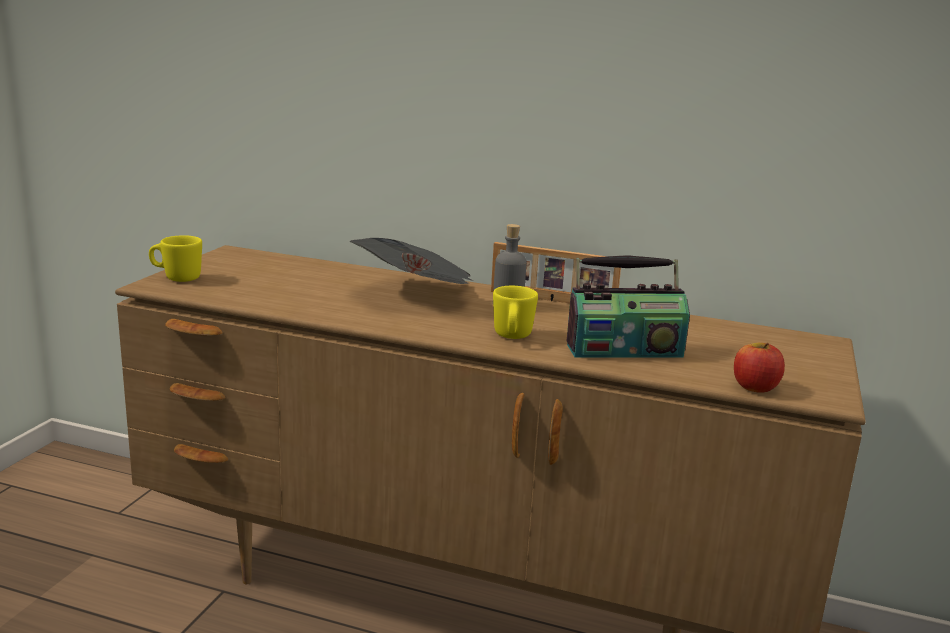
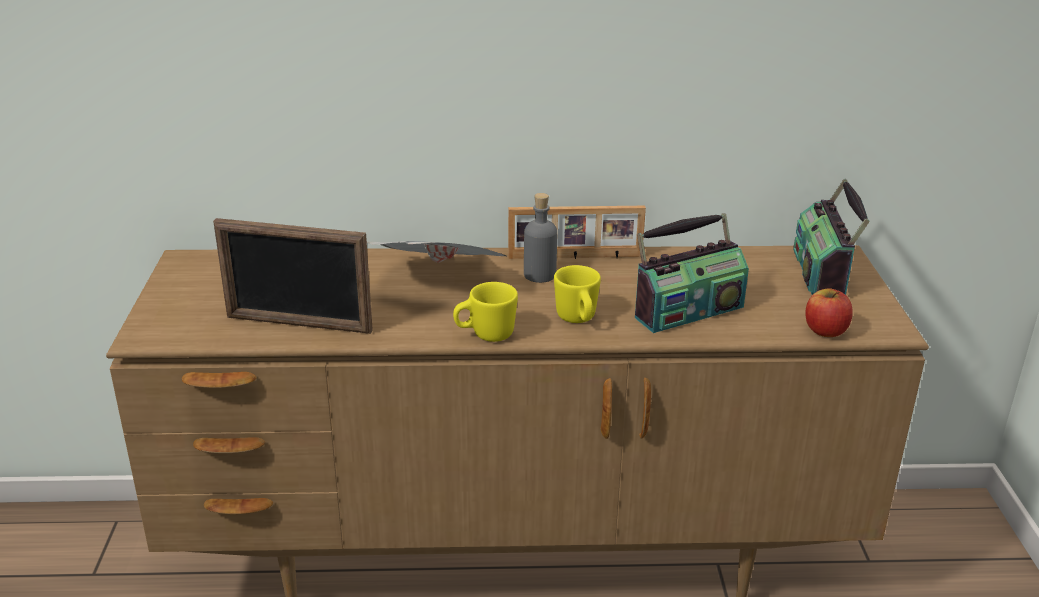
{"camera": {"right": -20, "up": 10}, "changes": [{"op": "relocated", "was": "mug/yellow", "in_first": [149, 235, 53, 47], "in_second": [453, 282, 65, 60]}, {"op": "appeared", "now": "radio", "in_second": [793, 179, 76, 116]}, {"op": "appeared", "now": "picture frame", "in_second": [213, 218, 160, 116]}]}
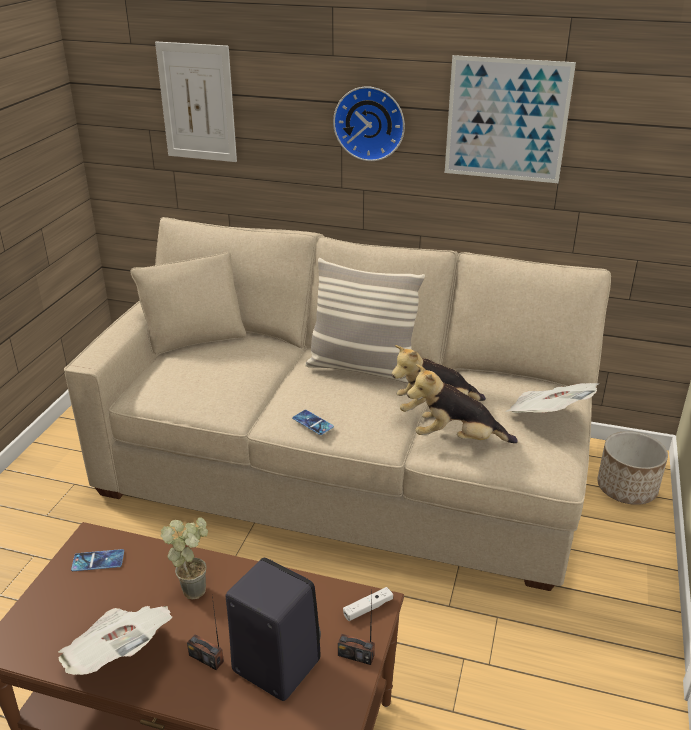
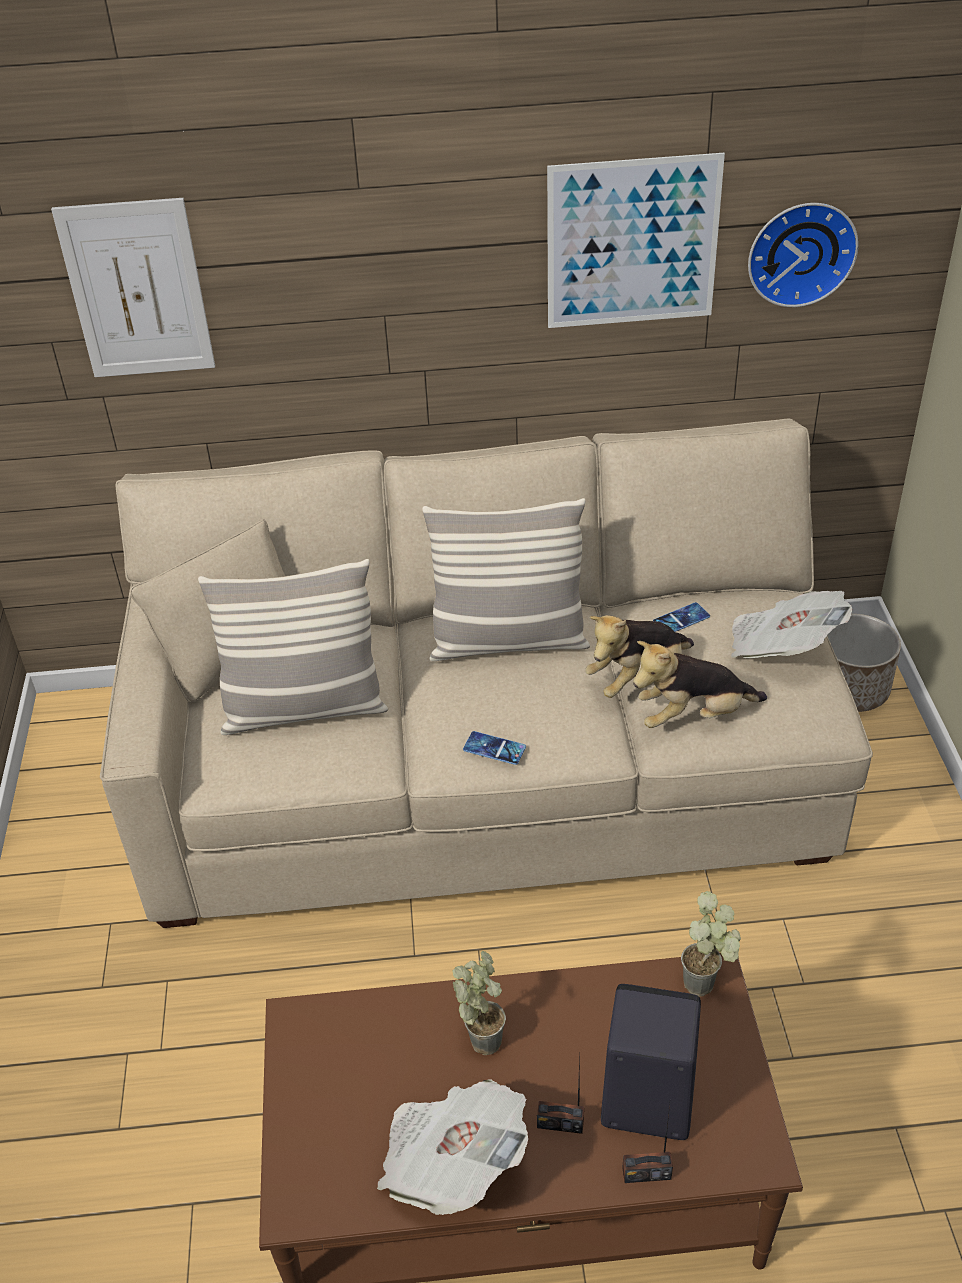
{"camera": {"right": -20, "up": 10}, "changes": [{"op": "relocated", "was": "wall clock", "in_first": [333, 86, 72, 75], "in_second": [748, 203, 111, 104]}, {"op": "relocated", "was": "phone", "in_first": [71, 549, 53, 22], "in_second": [653, 602, 57, 30]}, {"op": "exchanged", "was": "game controller/white", "now": "potted plant", "in_first": [343, 587, 50, 34], "in_second": [681, 891, 60, 106]}, {"op": "relocated", "was": "radio", "in_first": [338, 595, 37, 70], "in_second": [623, 1103, 50, 80]}, {"op": "appeared", "now": "pillow", "in_second": [198, 559, 190, 176]}]}
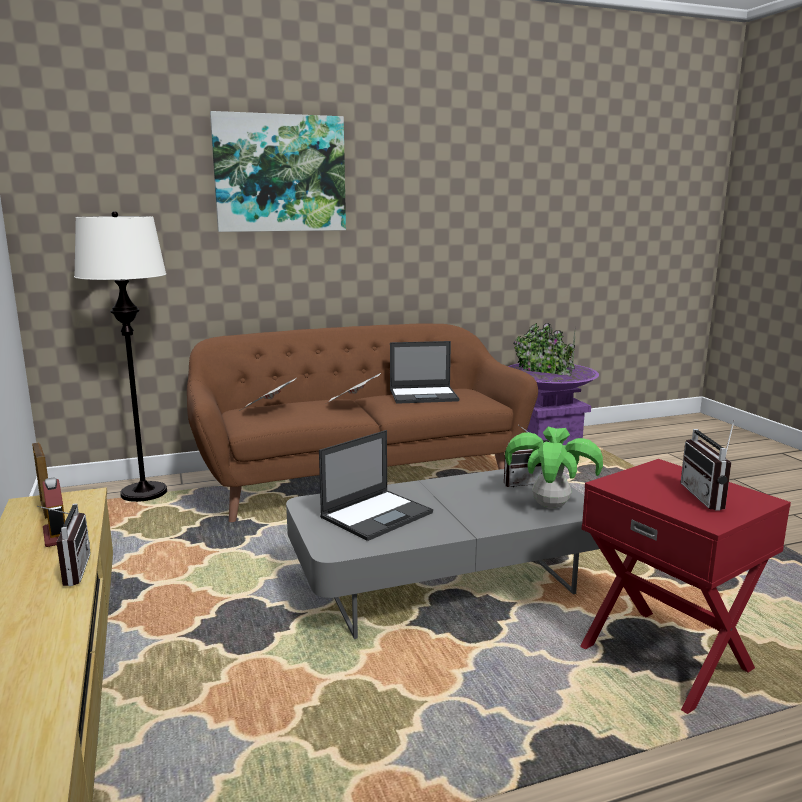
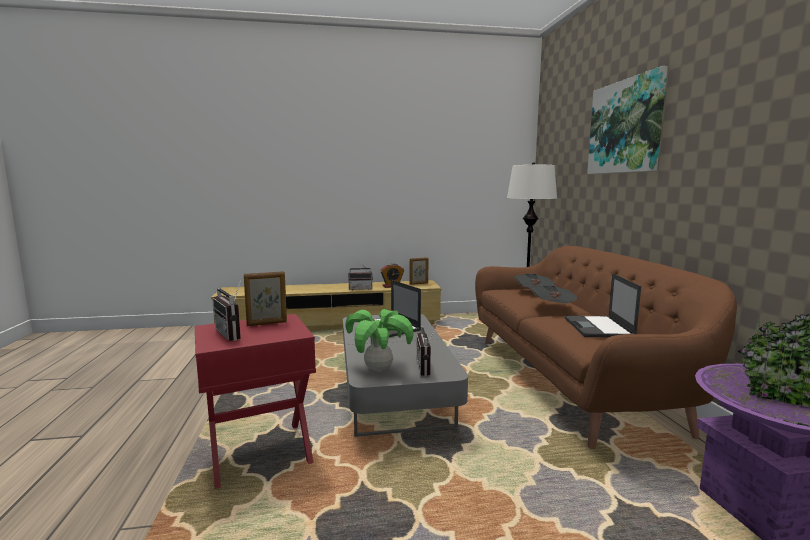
{"camera": {"right": 100, "up": -5}, "changes": [{"op": "spun", "was": "radio", "in_first": [681, 420, 54, 91], "in_second": [213, 277, 29, 64], "clockwise": -135}, {"op": "appeared", "now": "picture frame", "in_second": [244, 271, 43, 55]}]}
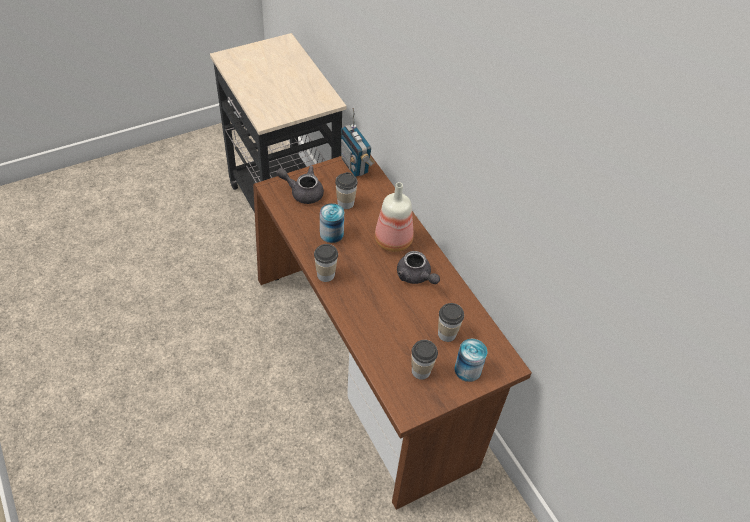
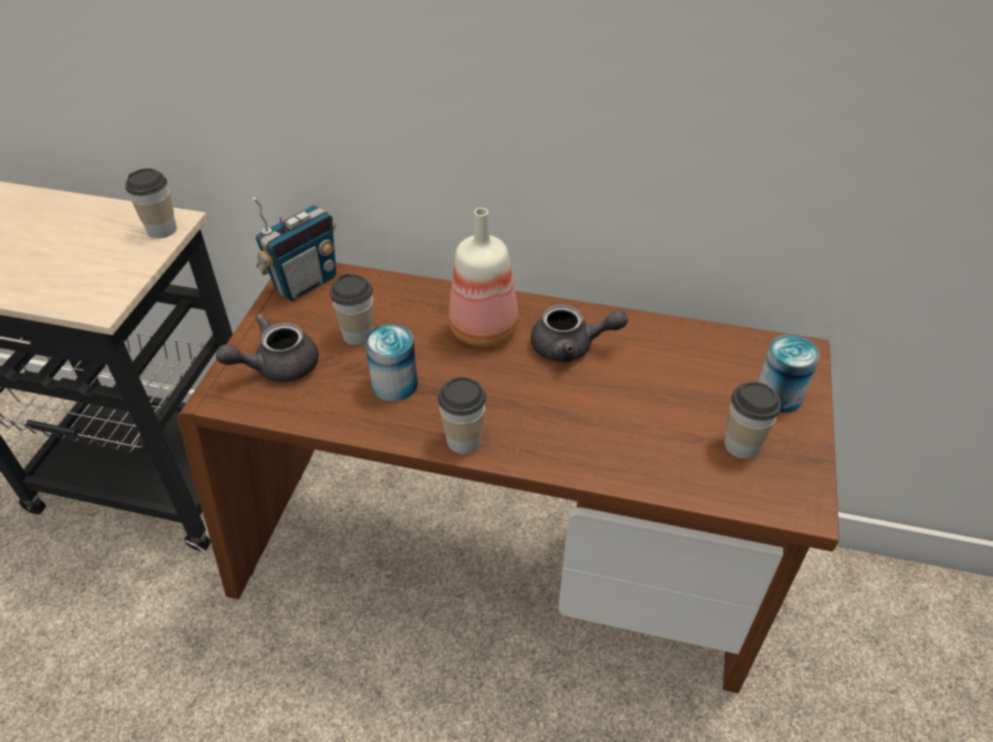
{"camera": {"right": -45, "up": -5}, "changes": [{"op": "spun", "was": "radio", "in_first": [341, 108, 34, 69], "in_second": [253, 197, 83, 104], "clockwise": -60}, {"op": "relocated", "was": "cup", "in_first": [438, 303, 26, 39], "in_second": [125, 168, 52, 71]}]}
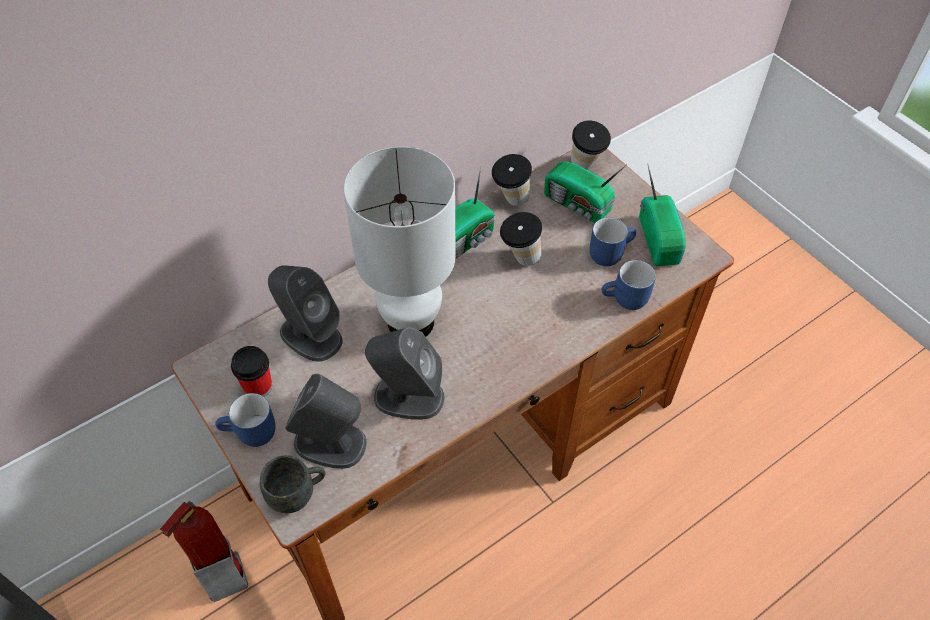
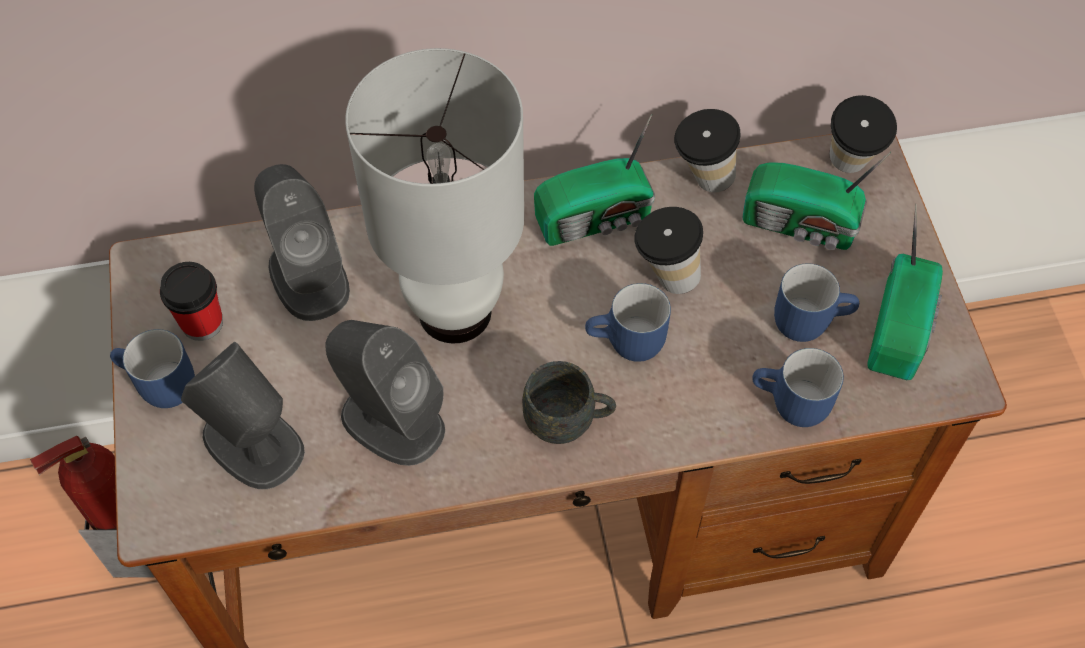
{"camera": {"right": 25, "up": 5}, "changes": [{"op": "spun", "was": "radio", "in_first": [544, 161, 83, 62], "in_second": [742, 152, 149, 98], "clockwise": -45}, {"op": "relocated", "was": "mug/grey", "in_first": [260, 455, 65, 58], "in_second": [522, 361, 94, 83]}, {"op": "appeared", "now": "mug/blue", "in_second": [585, 283, 86, 79]}]}
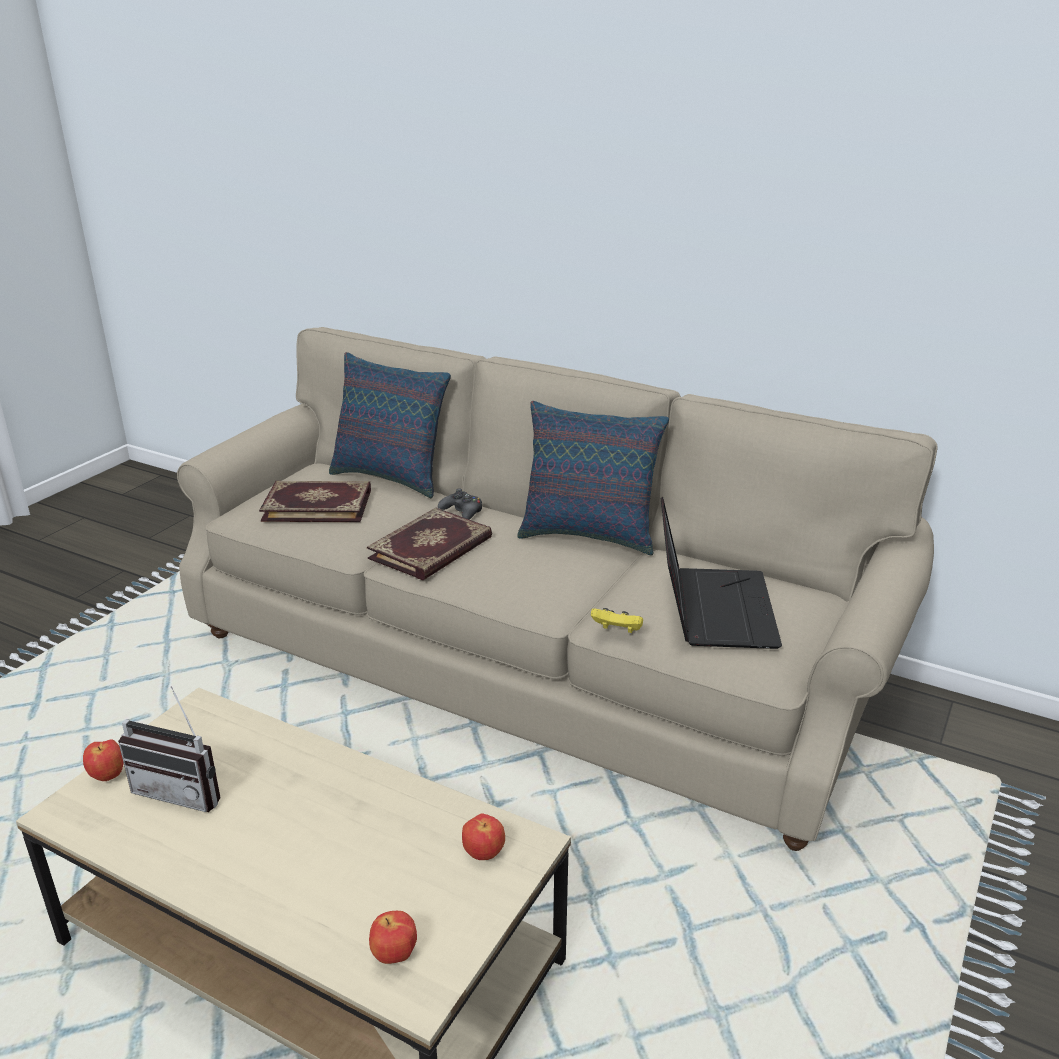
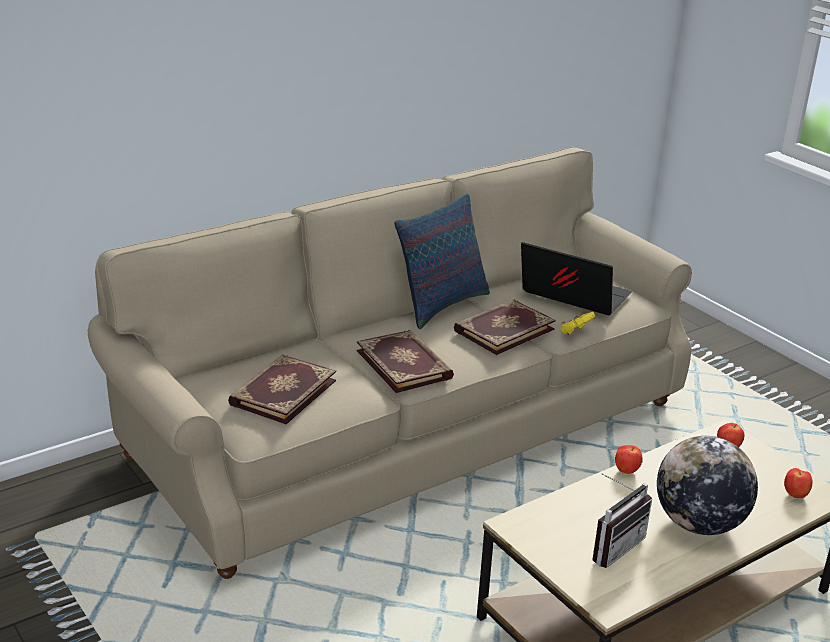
{"camera": {"right": -65, "up": 0}, "changes": [{"op": "missing", "was": "pillow/blue", "in_first": [329, 352, 122, 146]}, {"op": "missing", "was": "game controller/black", "in_first": [438, 488, 44, 31]}, {"op": "relocated", "was": "apple", "in_first": [83, 739, 41, 42], "in_second": [615, 445, 28, 29]}, {"op": "appeared", "now": "book", "in_second": [454, 300, 102, 55]}, {"op": "appeared", "now": "globe", "in_second": [657, 436, 101, 99]}]}
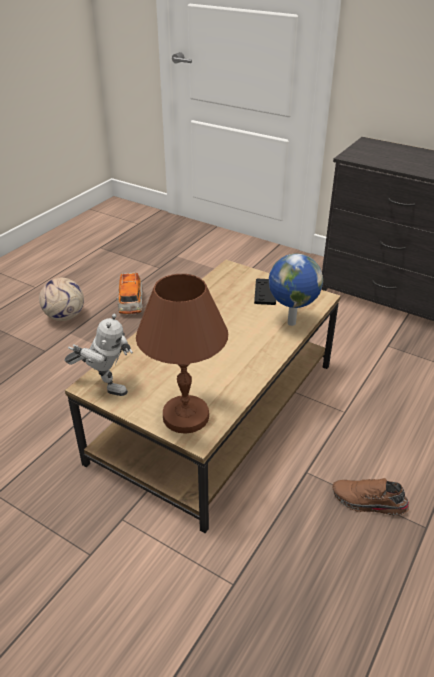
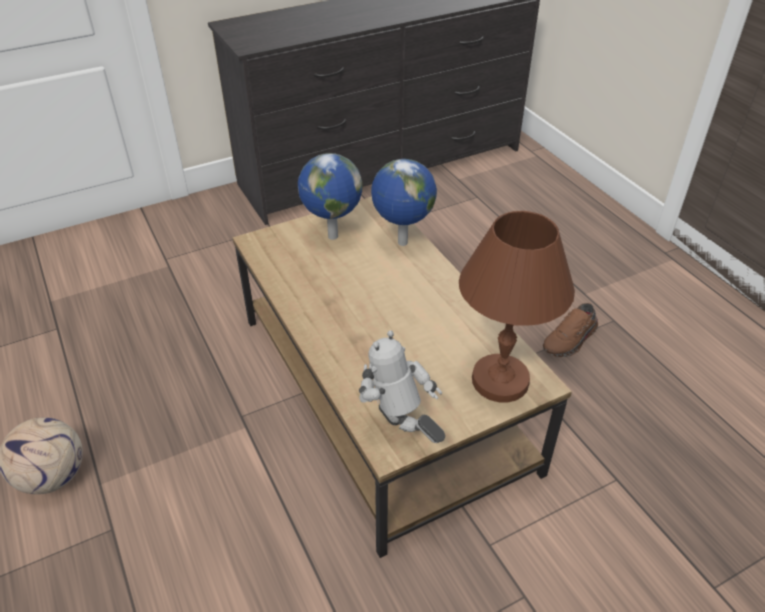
{"camera": {"right": -60, "up": 5}, "changes": [{"op": "missing", "was": "toy car", "in_first": [116, 272, 27, 42]}, {"op": "exchanged", "was": "game controller/black", "now": "globe", "in_first": [254, 279, 22, 26], "in_second": [298, 153, 65, 87]}, {"op": "spun", "was": "toy robot", "in_first": [65, 314, 68, 82], "in_second": [359, 330, 86, 113], "clockwise": -90}]}
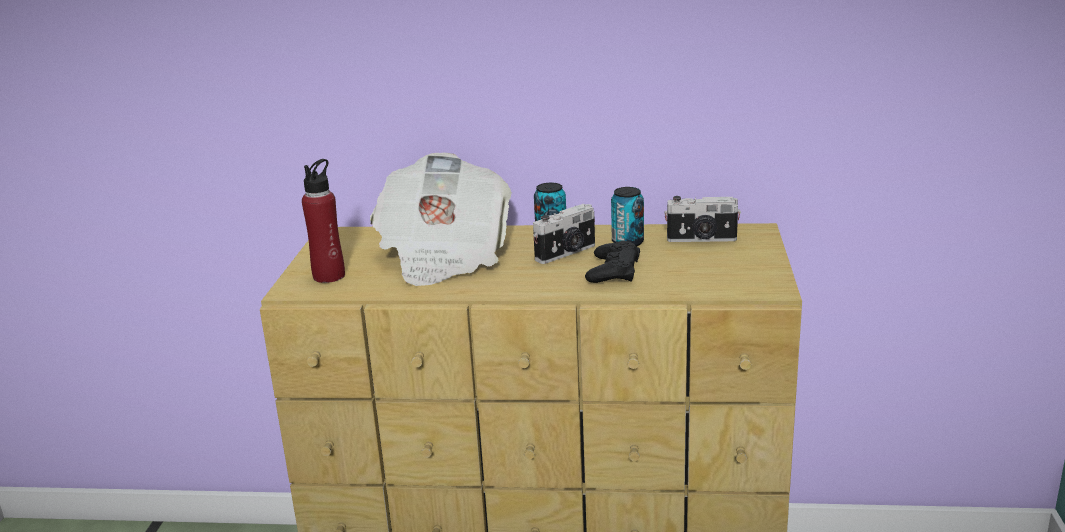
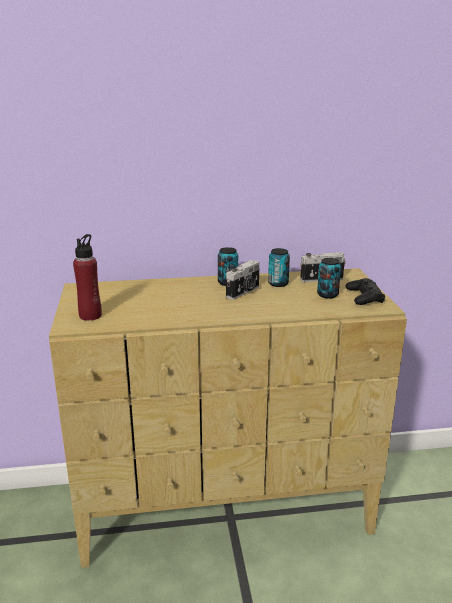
{"camera": {"right": -15, "up": 0}, "changes": [{"op": "missing", "was": "newspaper", "in_first": [370, 152, 142, 134]}, {"op": "relocated", "was": "game controller/black", "in_first": [585, 241, 55, 42], "in_second": [346, 278, 39, 27]}, {"op": "appeared", "now": "can", "in_second": [317, 258, 24, 41]}]}
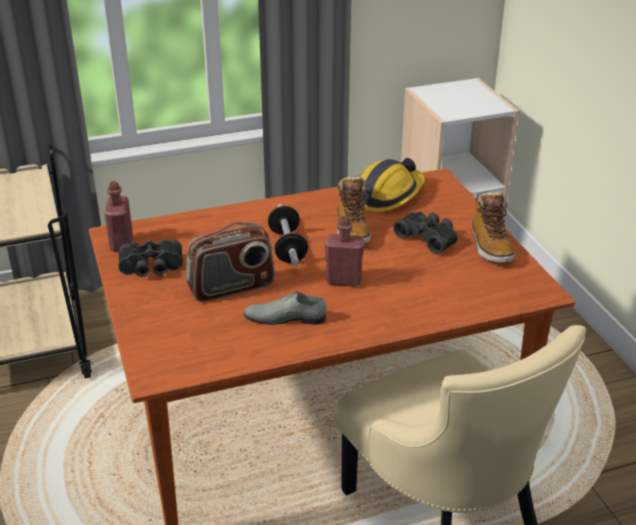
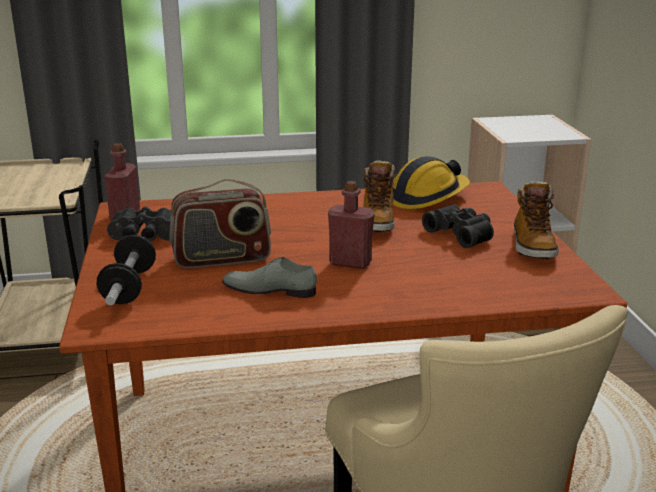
{"camera": {"right": 10, "up": -10}, "changes": [{"op": "relocated", "was": "dumbbell", "in_first": [268, 204, 40, 62], "in_second": [96, 235, 60, 70]}]}
